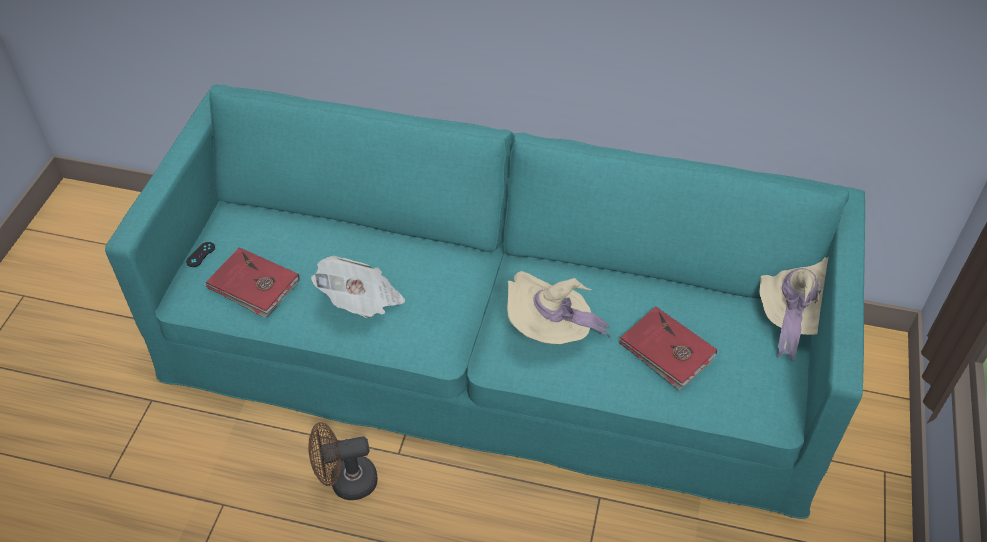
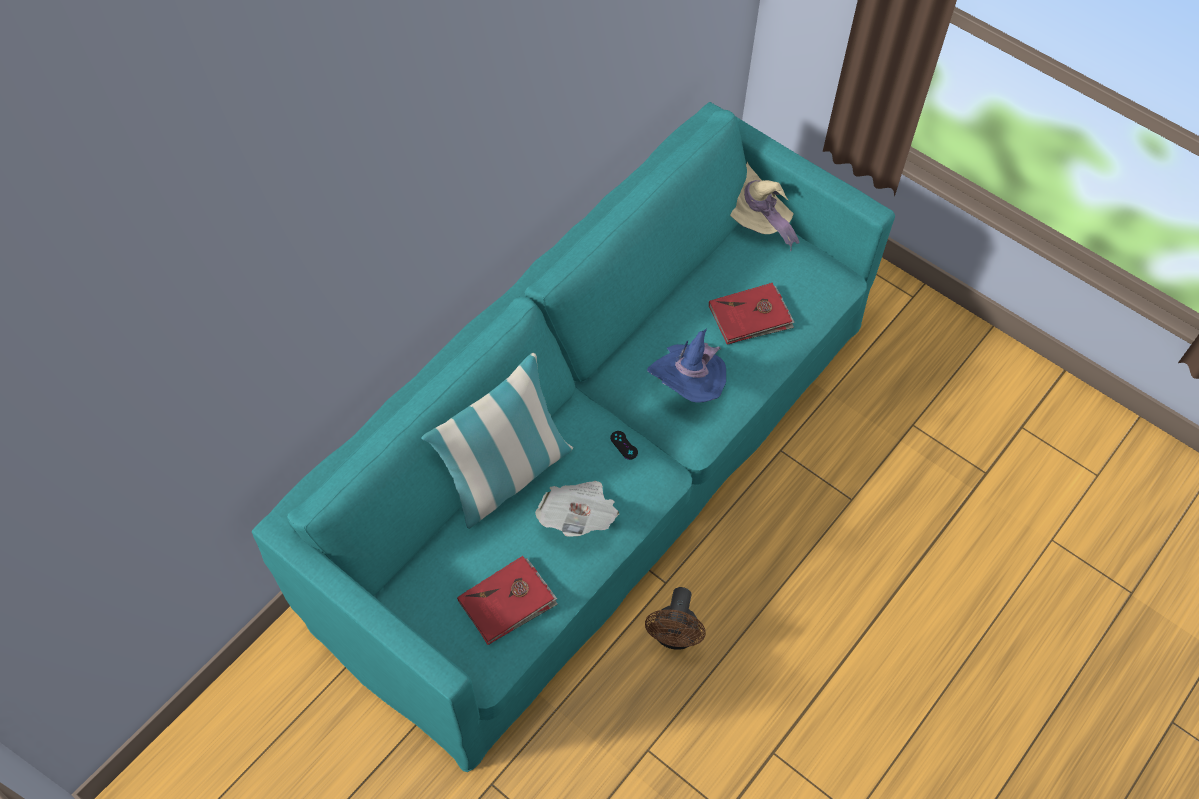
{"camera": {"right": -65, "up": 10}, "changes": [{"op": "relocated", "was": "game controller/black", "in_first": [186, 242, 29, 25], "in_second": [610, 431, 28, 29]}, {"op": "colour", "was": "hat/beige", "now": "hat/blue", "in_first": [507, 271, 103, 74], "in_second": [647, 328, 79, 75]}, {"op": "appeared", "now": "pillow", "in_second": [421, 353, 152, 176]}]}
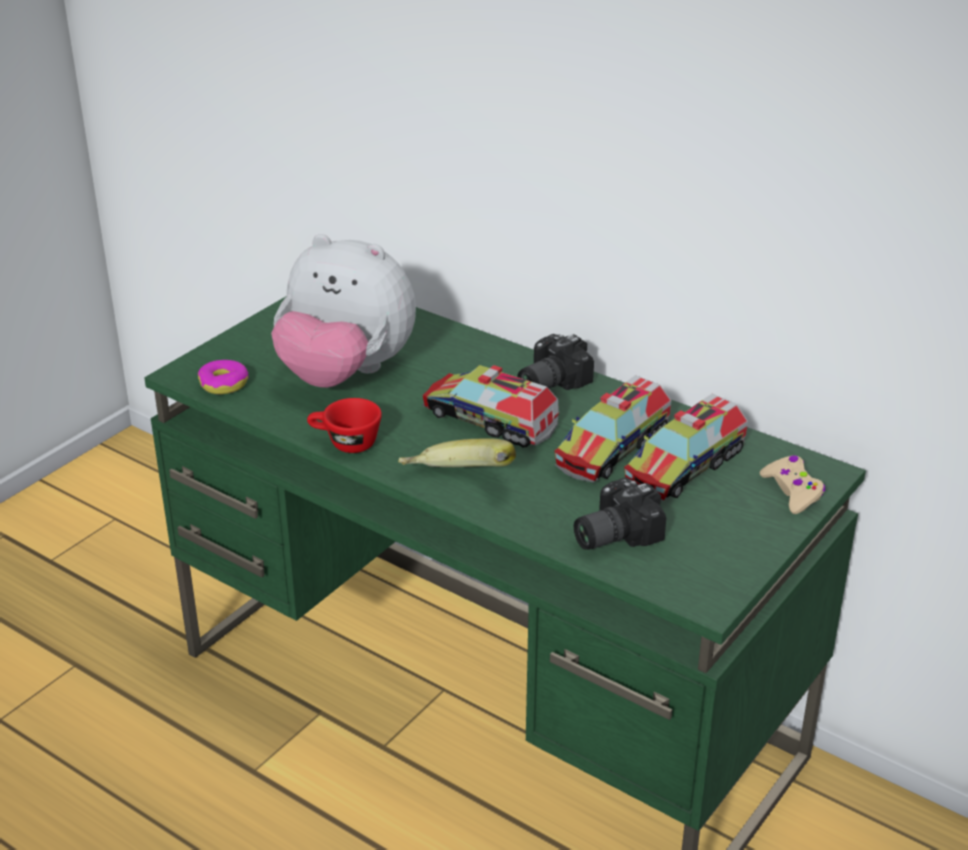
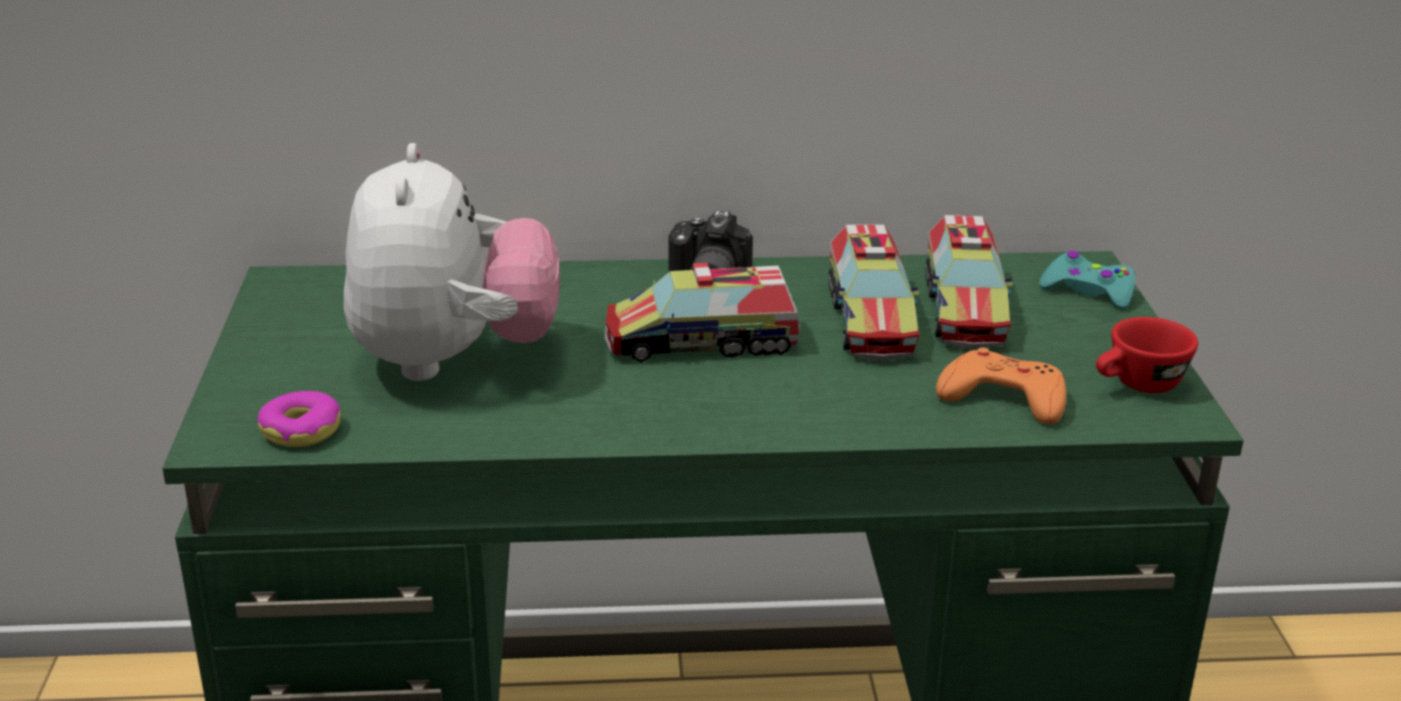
{"camera": {"right": -40, "up": -5}, "changes": [{"op": "spun", "was": "plush toy", "in_first": [271, 234, 145, 154], "in_second": [344, 143, 216, 238], "clockwise": -75}, {"op": "relocated", "was": "cup/red", "in_first": [307, 398, 75, 55], "in_second": [1096, 317, 102, 76]}, {"op": "missing", "was": "banana", "in_first": [398, 438, 118, 29]}, {"op": "colour", "was": "game controller/beige", "now": "game controller/turquoise", "in_first": [760, 455, 65, 59], "in_second": [1040, 251, 95, 59]}, {"op": "exchanged", "was": "photo camera", "now": "game controller/orange", "in_first": [574, 478, 92, 72], "in_second": [936, 347, 130, 77]}]}
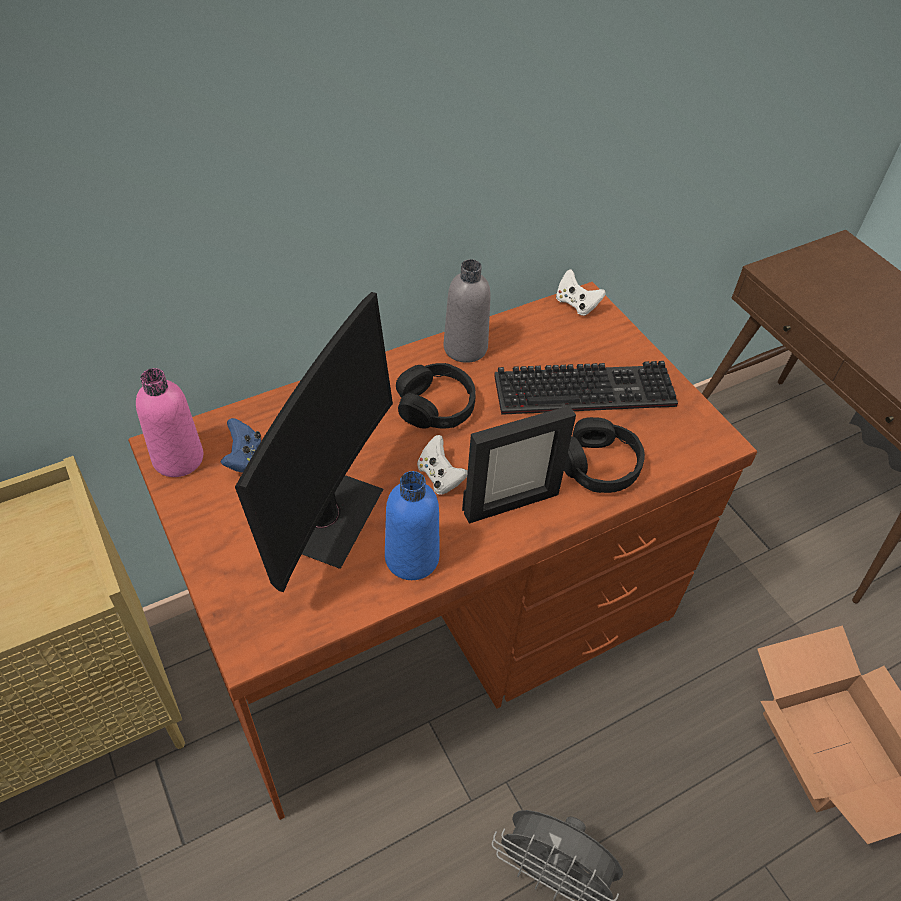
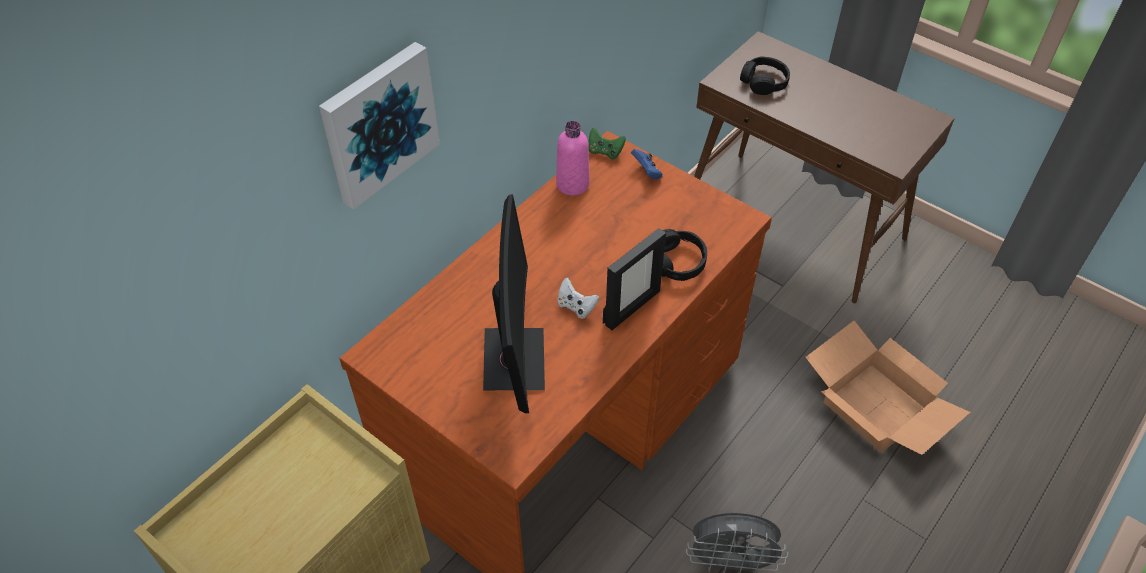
{"camera": {"right": -20, "up": 0}, "changes": [{"op": "missing", "was": "bottle/grey", "in_first": [444, 259, 47, 104]}, {"op": "colour", "was": "game controller/white", "now": "game controller/green", "in_first": [556, 269, 50, 47], "in_second": [589, 128, 37, 31]}, {"op": "missing", "was": "keyboard", "in_first": [494, 361, 184, 54]}, {"op": "relocated", "was": "headphones/black", "in_first": [396, 363, 80, 65], "in_second": [740, 57, 50, 38]}, {"op": "relocated", "was": "bottle/pink", "in_first": [136, 368, 67, 109], "in_second": [556, 121, 34, 74]}, {"op": "relocated", "was": "game controller/blue", "in_first": [221, 418, 40, 55], "in_second": [631, 149, 32, 30]}, {"op": "missing", "was": "bottle/blue", "in_first": [385, 471, 55, 109]}, {"op": "appeared", "now": "picture", "in_second": [319, 42, 121, 167]}]}
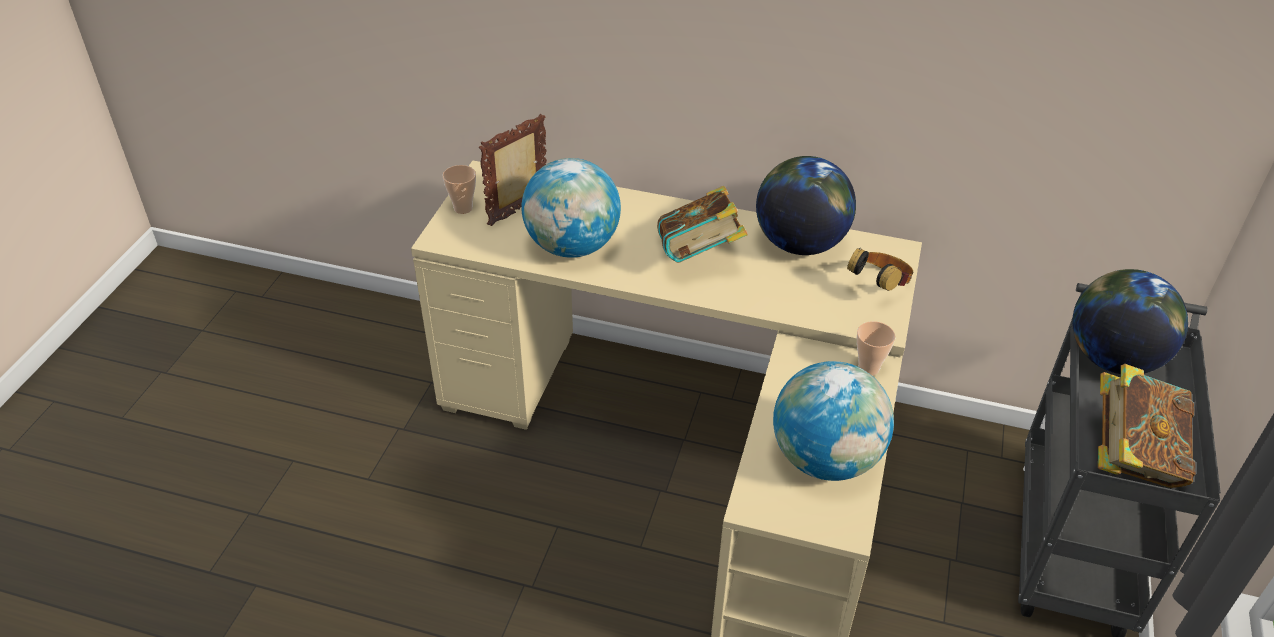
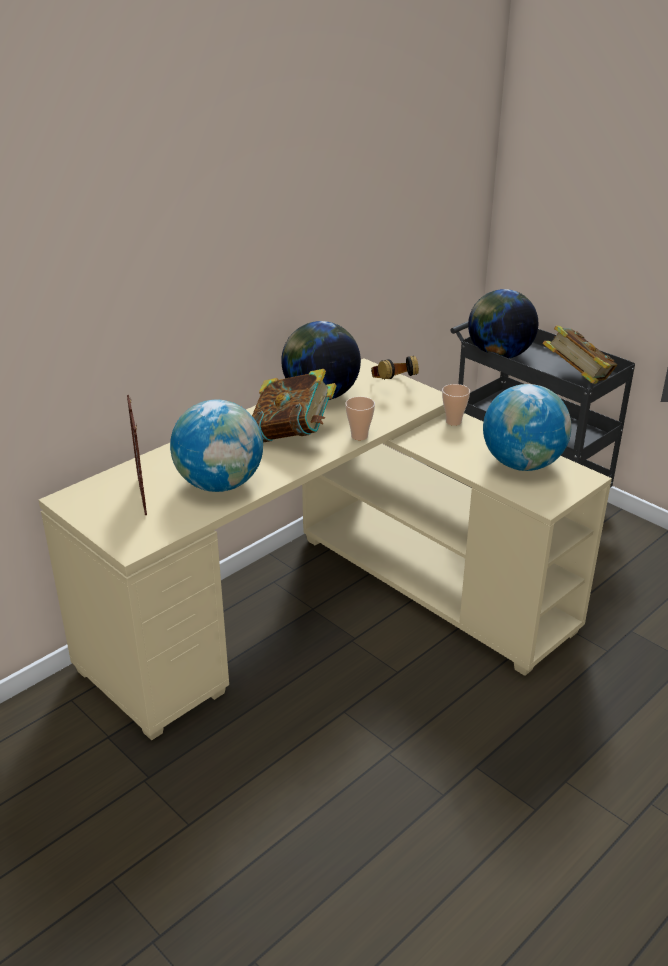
{"camera": {"right": -60, "up": -10}, "changes": [{"op": "relocated", "was": "cup", "in_first": [443, 165, 33, 49], "in_second": [345, 397, 30, 43]}]}
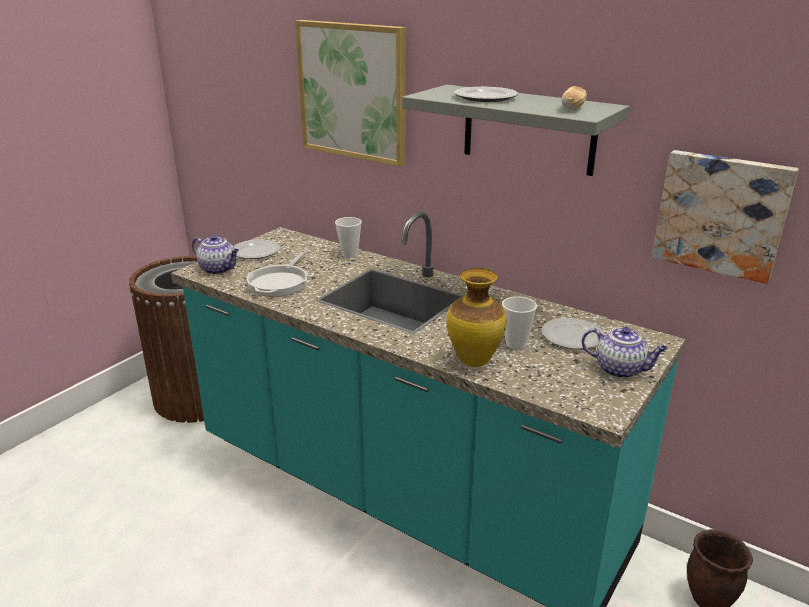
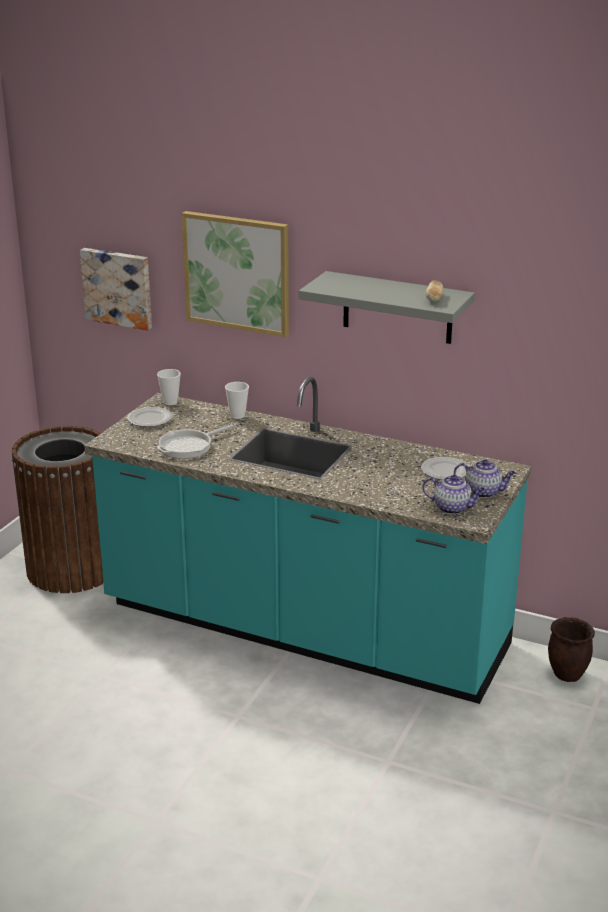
{"camera": {"right": -10, "up": 0}, "changes": [{"op": "missing", "was": "plate", "in_first": [454, 87, 64, 15]}, {"op": "relocated", "was": "picture", "in_first": [652, 150, 147, 134], "in_second": [80, 248, 72, 83]}, {"op": "relocated", "was": "teapot", "in_first": [192, 235, 47, 40], "in_second": [423, 475, 62, 39]}, {"op": "spun", "was": "frying pan", "in_first": [247, 250, 60, 47], "in_second": [157, 424, 79, 34], "clockwise": 45}, {"op": "missing", "was": "vase", "in_first": [447, 268, 59, 99]}, {"op": "relocated", "was": "cup", "in_first": [502, 297, 35, 53], "in_second": [157, 369, 24, 36]}]}
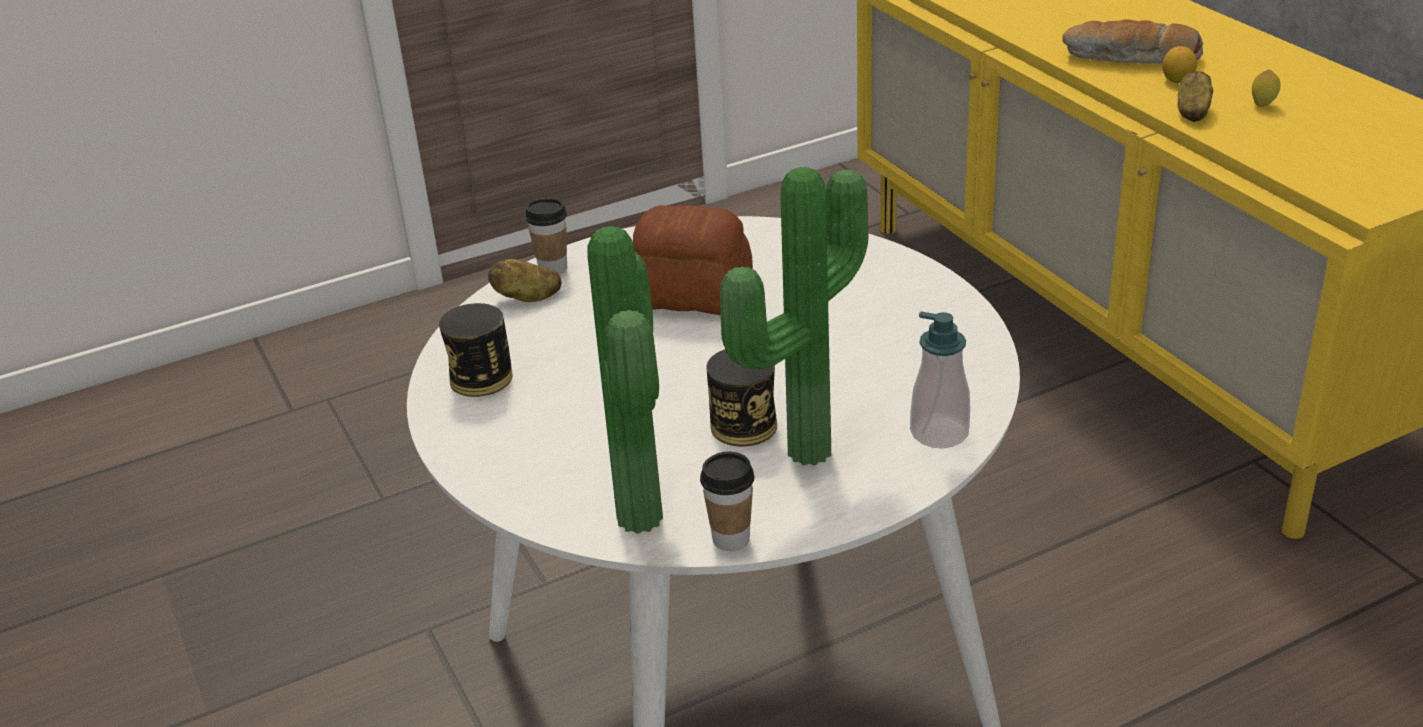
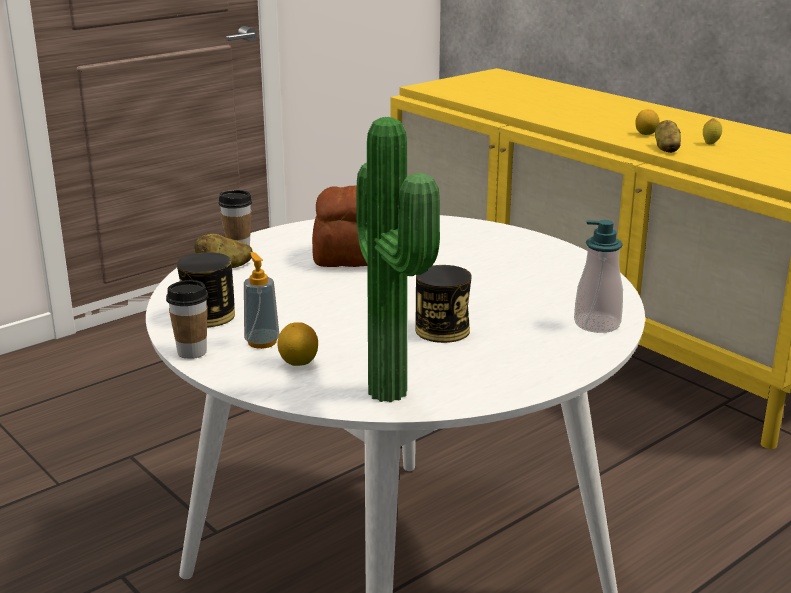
{"camera": {"right": -15, "up": -10}, "changes": [{"op": "missing", "was": "bread", "in_first": [1062, 19, 141, 45]}, {"op": "missing", "was": "potted plant", "in_first": [720, 167, 148, 299]}, {"op": "relocated", "was": "cup", "in_first": [700, 452, 54, 99], "in_second": [166, 280, 42, 79]}, {"op": "appeared", "now": "soap dispenser", "in_second": [244, 252, 36, 97]}, {"op": "appeared", "now": "lemon", "in_second": [277, 322, 41, 44]}]}
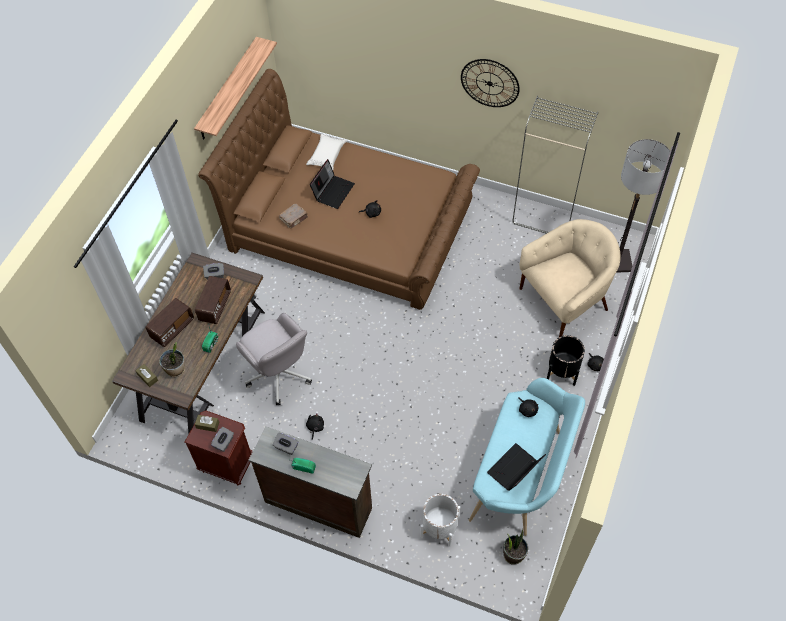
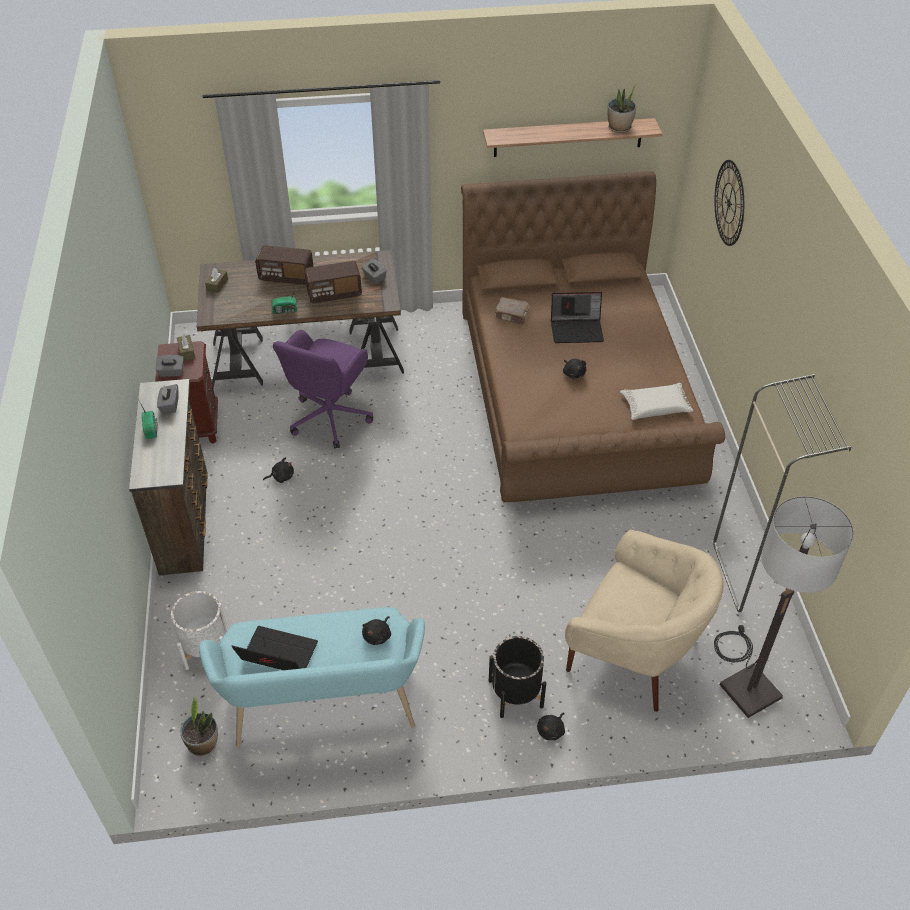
{"camera": {"right": 60, "up": -10}, "changes": [{"op": "relocated", "was": "wall clock", "in_first": [461, 59, 59, 48], "in_second": [714, 160, 30, 86]}, {"op": "relocated", "was": "pillow/white", "in_first": [306, 134, 41, 36], "in_second": [620, 383, 74, 37]}, {"op": "colour", "was": "office chair/grey", "now": "office chair/purple", "in_first": [236, 313, 76, 92], "in_second": [273, 330, 100, 119]}, {"op": "relocated", "was": "potted plant", "in_first": [159, 342, 26, 35], "in_second": [608, 83, 29, 50]}]}
